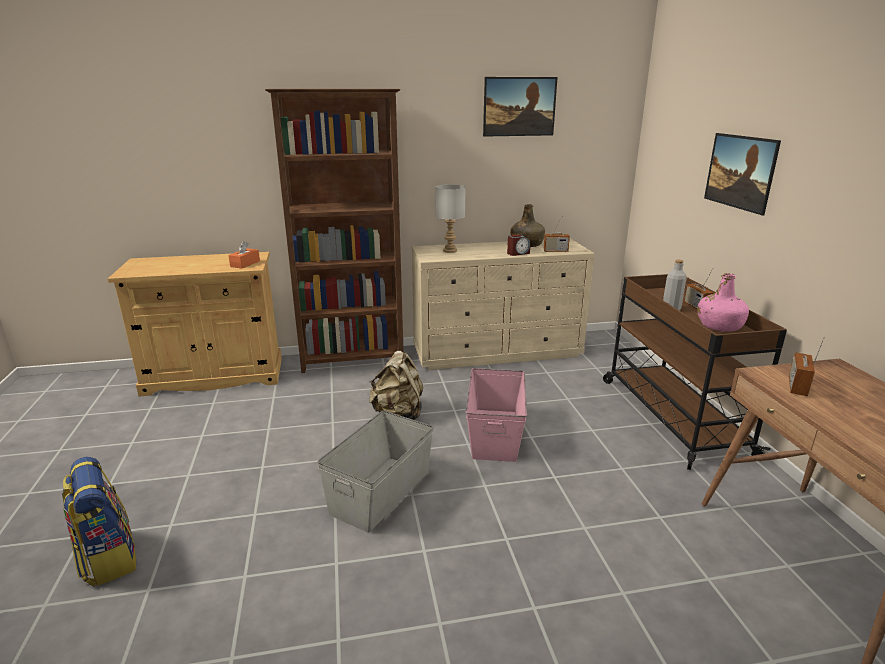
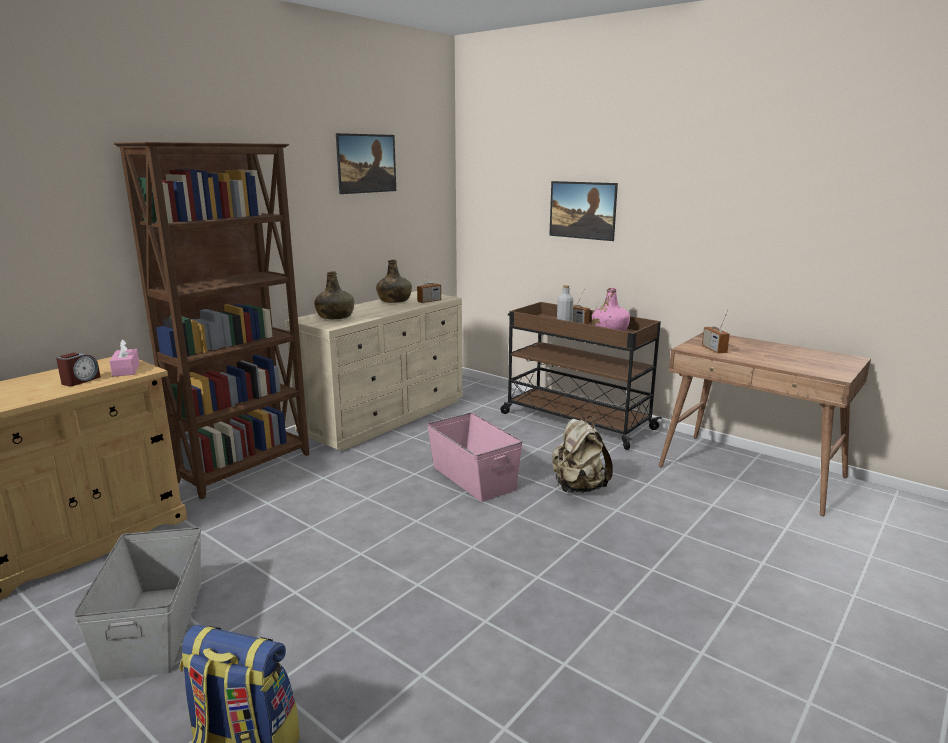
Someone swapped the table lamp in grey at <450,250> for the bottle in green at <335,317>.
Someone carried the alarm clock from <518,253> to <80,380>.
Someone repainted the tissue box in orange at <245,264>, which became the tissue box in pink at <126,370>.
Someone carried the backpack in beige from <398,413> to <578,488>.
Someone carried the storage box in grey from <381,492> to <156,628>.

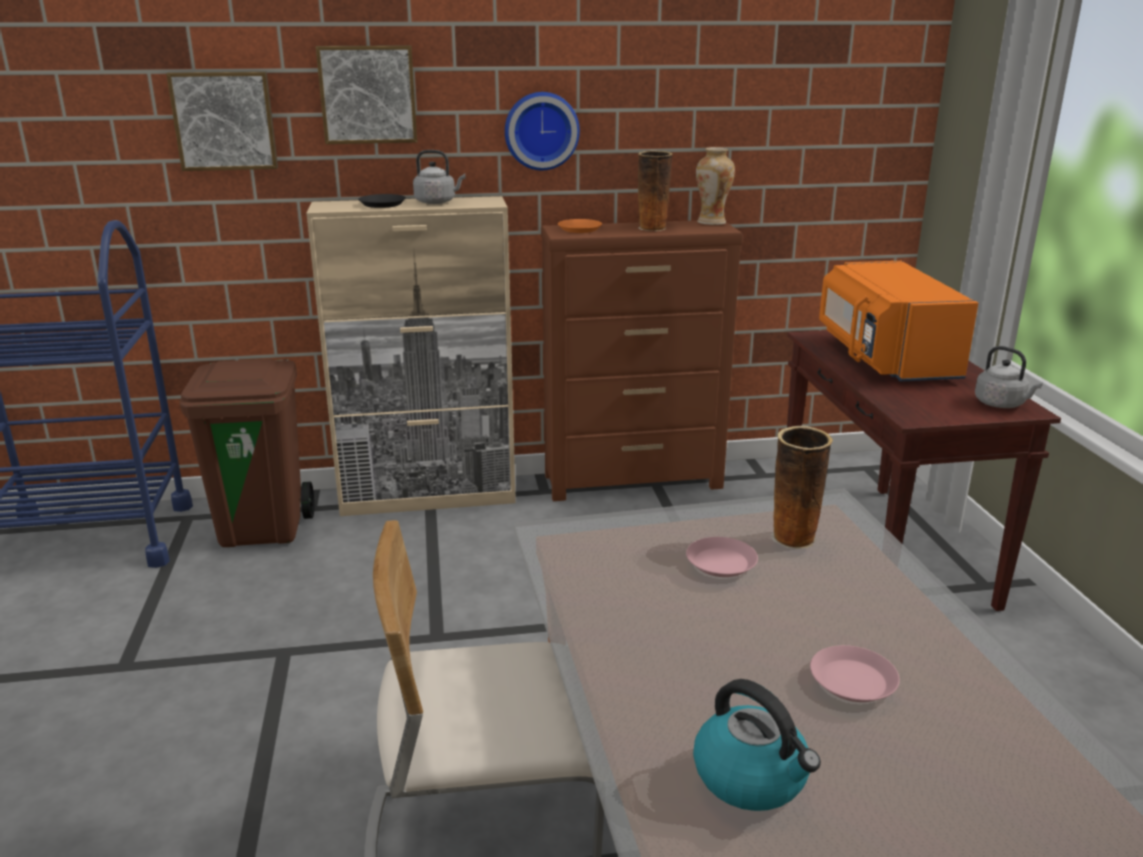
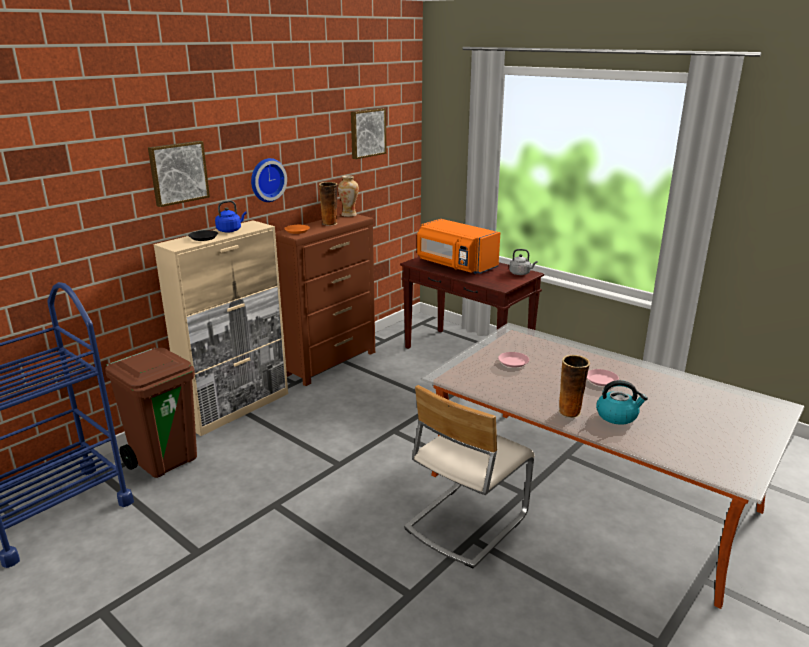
Someone carried the picture from <224,121> to <367,133>.
Someone repainted the kettle in grey at <437,202>, which became the kettle in blue at <230,230>.
Someone carried the vase from <794,539> to <570,412>.

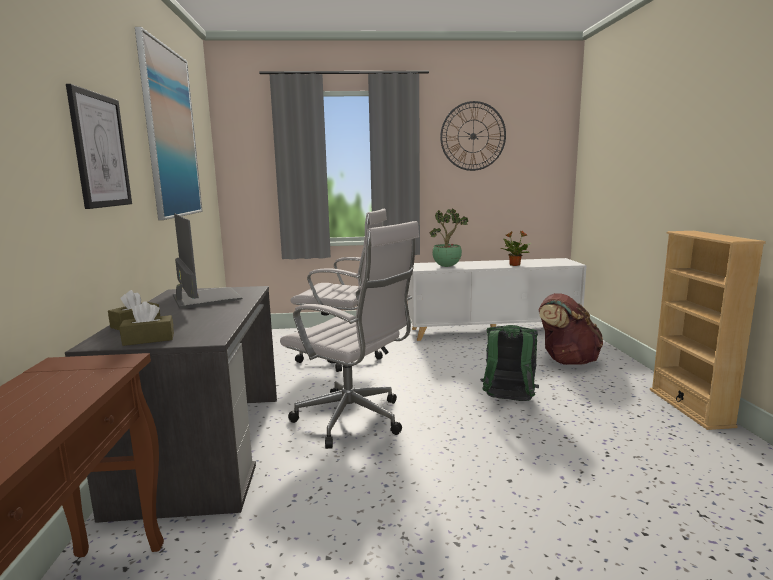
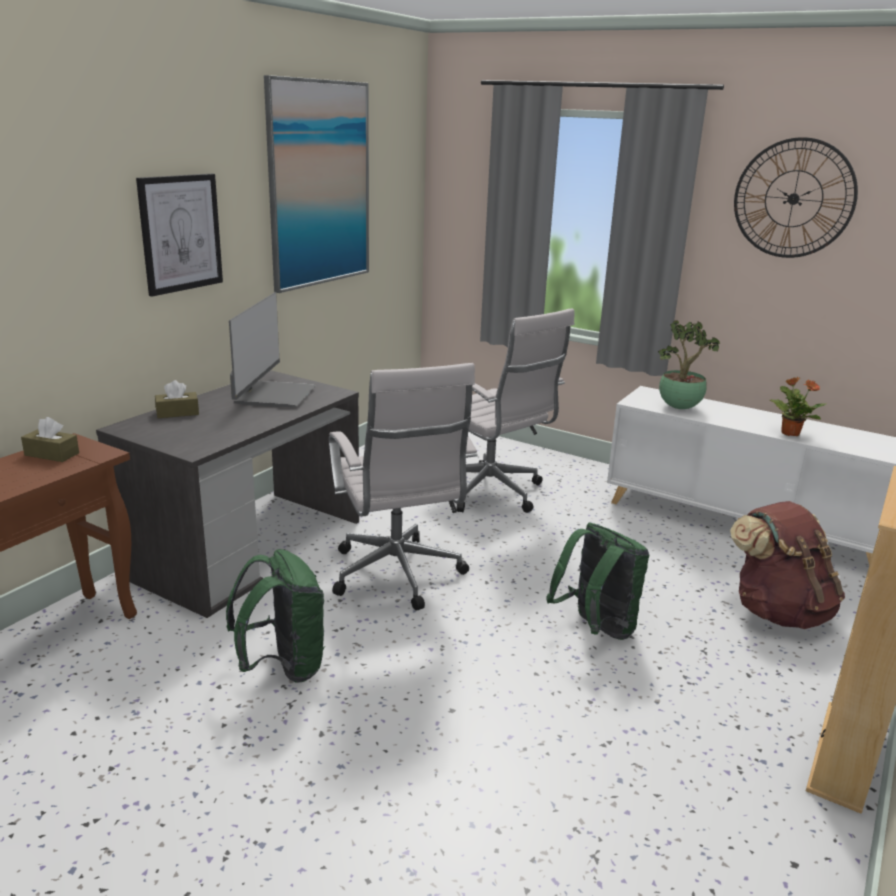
Someone carried the tissue box in brown from <149,339> to <52,454>.
Someone put down the backpack in green at <283,666>.

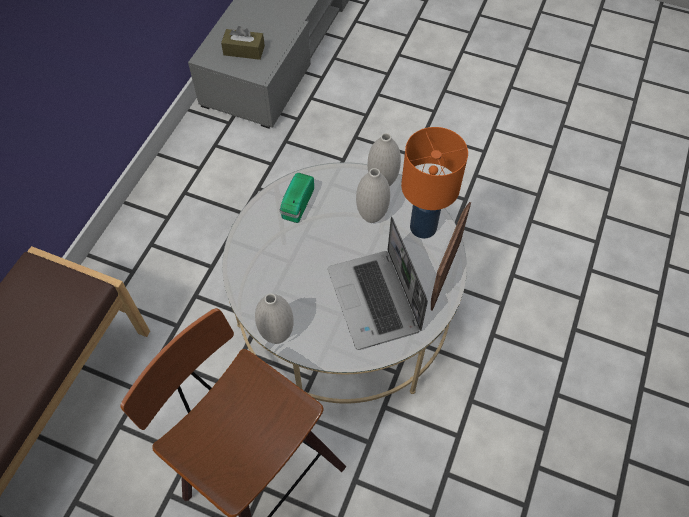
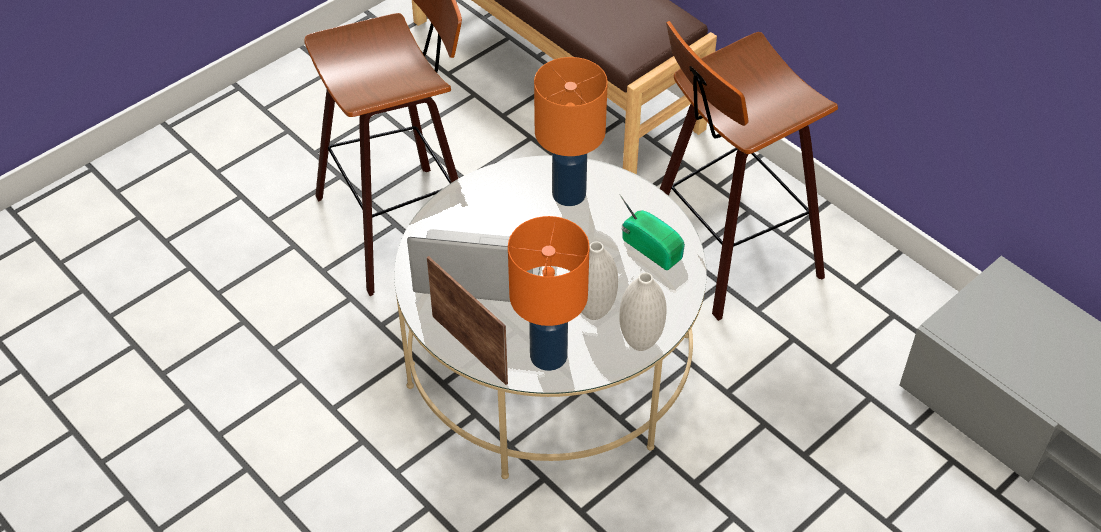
Someone took away the tissue box in brown at <244,50>.
Someone took away the vase in white at <277,335>.
Someone put down the stool at <726,255>.
Someone put down the table lamp in orange at <568,195>.

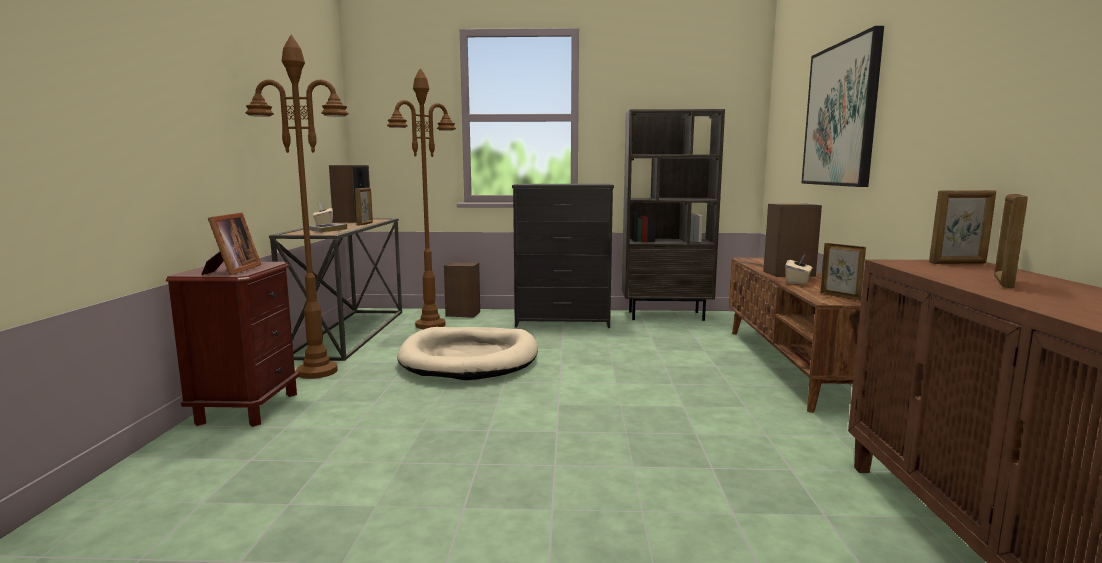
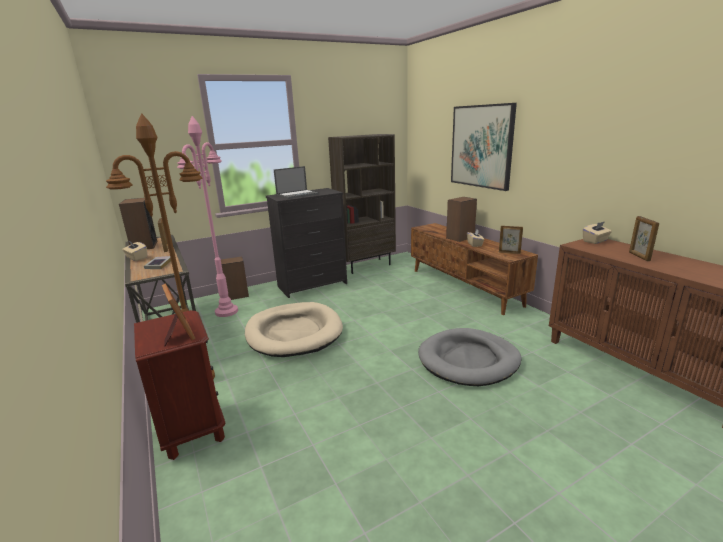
Someone repainted the floor lamp in brown at <430,325>, which became the floor lamp in pink at <226,311>.
Someone swapped the picture frame at <958,263> for the tissue box in beige at <595,241>.
Someone put down the laptop at <298,194>.
Someone put down the dog bed in grey at <468,360>.

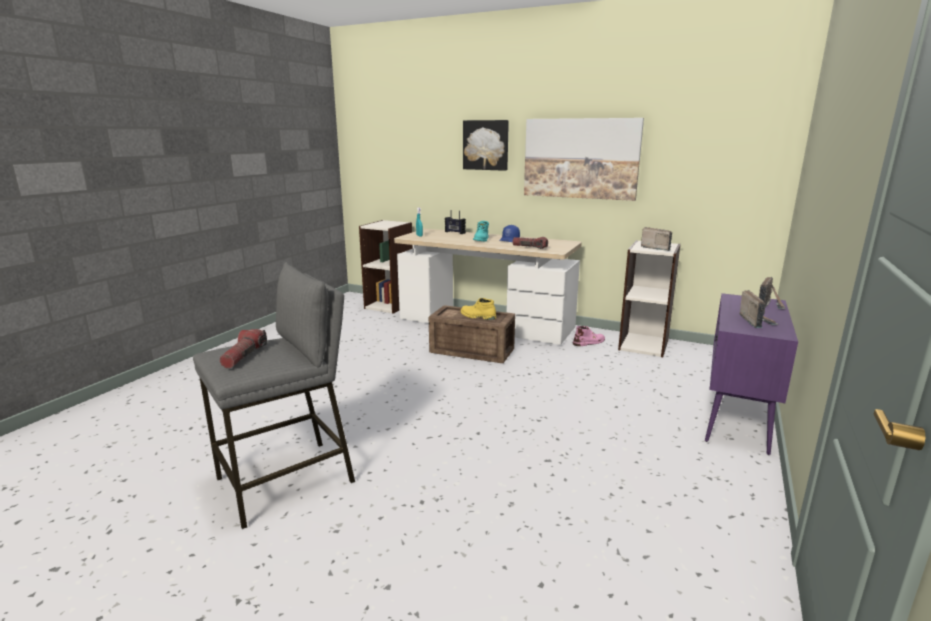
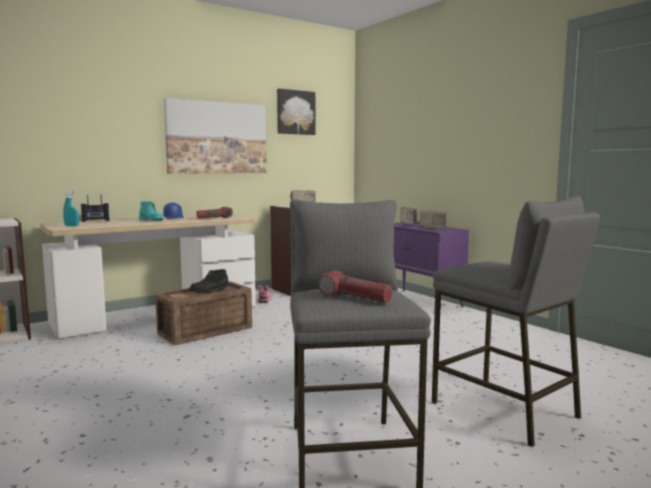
Someone carried the picture from <486,145> to <295,112>.
Someone repainted the boot in yellow at <477,316>, which became the boot in black at <209,291>.
Someone put down the stool in grey at <504,410>.

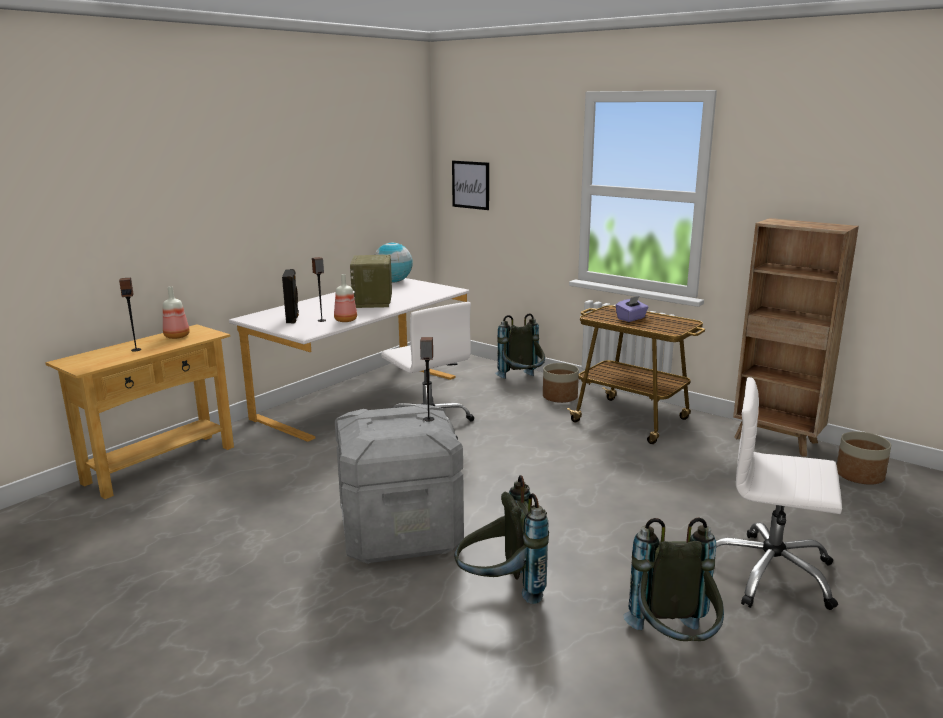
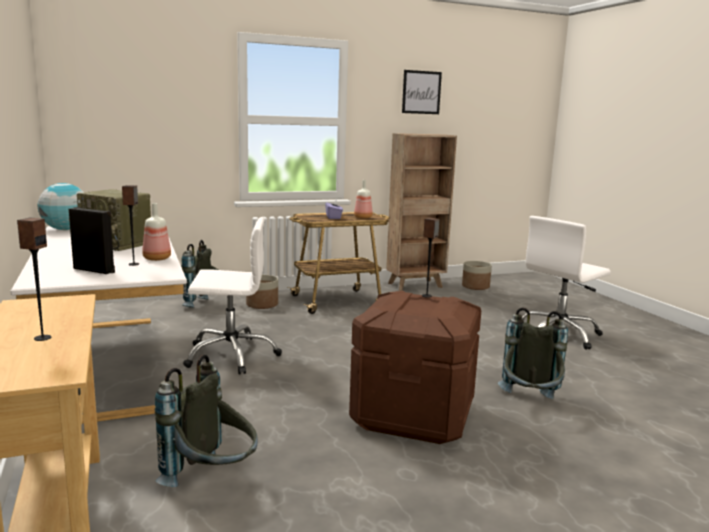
Someone carried the picture from <470,185> to <421,92>.
Someone carried the bottle from <178,336> to <363,217>.
Someone repainted the storage box in grey at <401,532>, which became the storage box in brown at <412,415>.
Someone carried the backpack in grey from <674,645> to <212,480>.

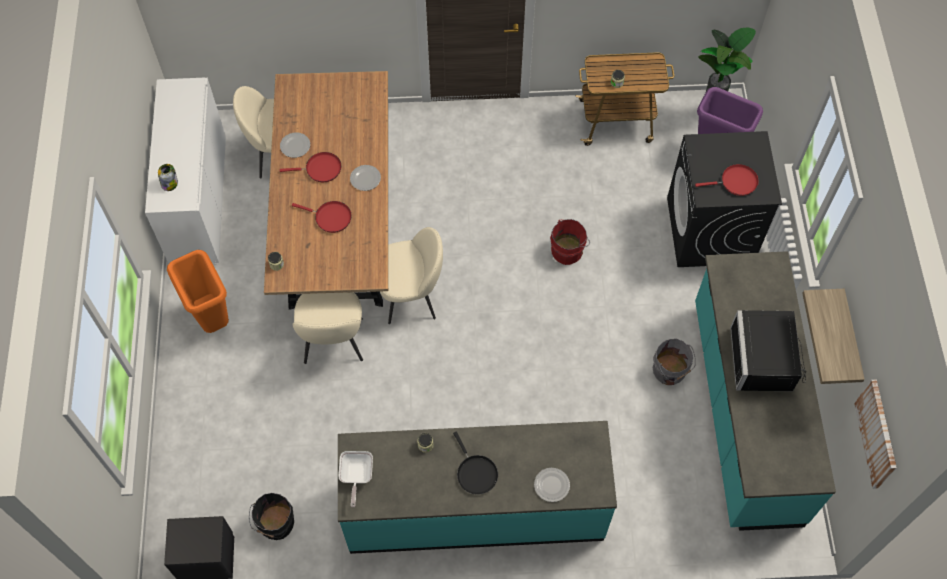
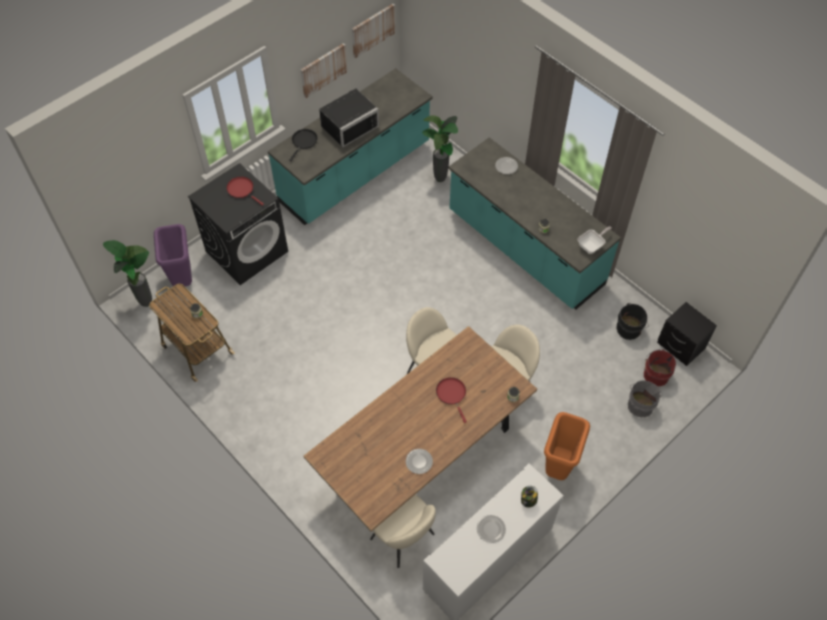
Someone took away the frying pan in red at <320,169>.
Someone carried the plate from <365,179> to <491,529>.
Someone carried the bucket in red from <568,250> to <654,374>.
Someone swapped the shelf at <849,340> for the picture at <323,70>.
Someone carried the bucket in grey from <670,371> to <640,404>.
Someone carried the frying pan in black from <475,473> to <303,142>.
Someone put down the potted plant at <440,180>.

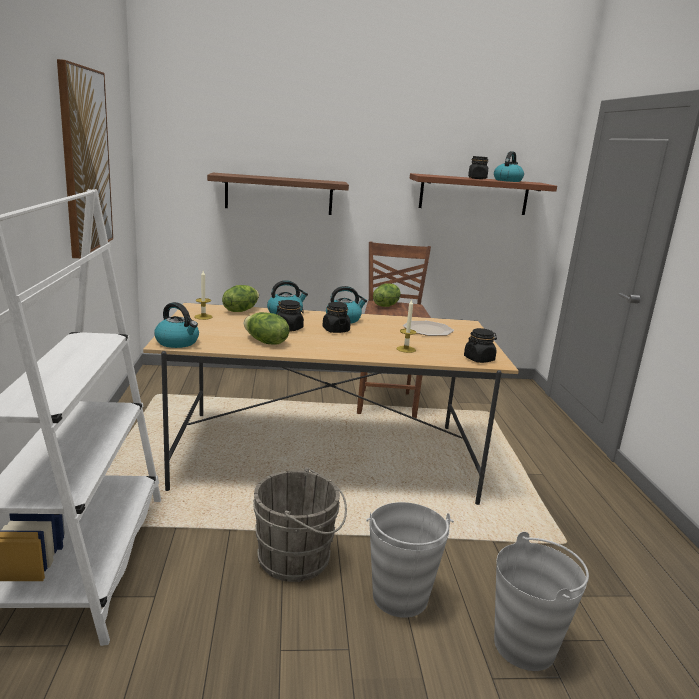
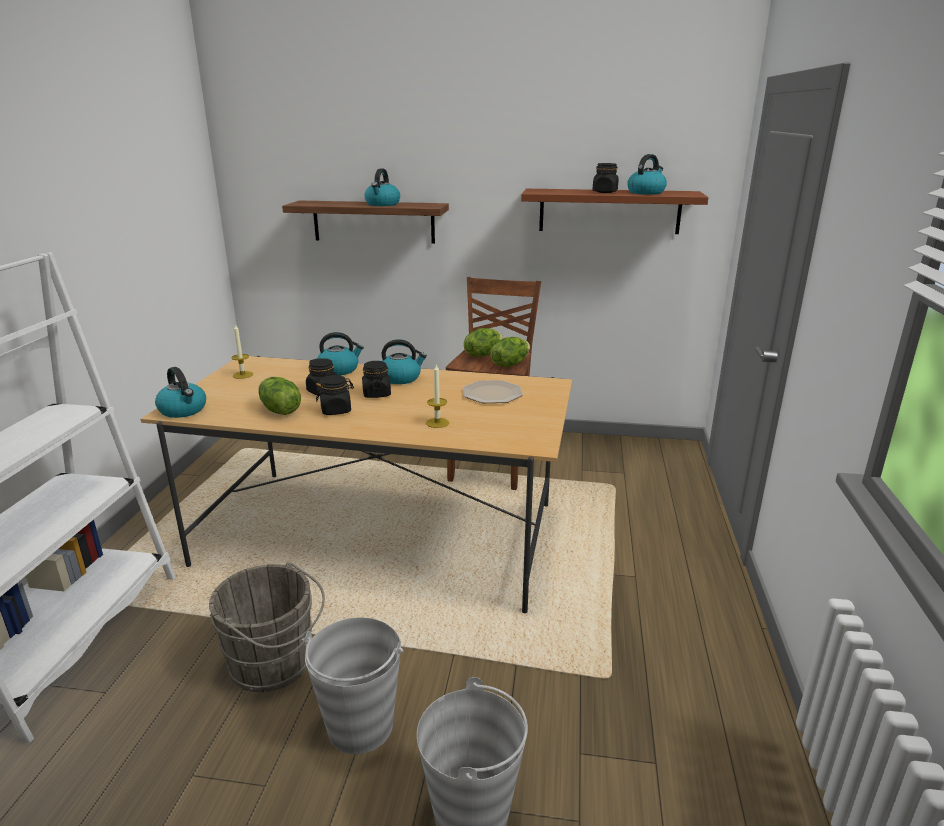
Someone took away the picture at <85,161>.
Someone carried the lettuce from <240,310> to <509,364>.
Someone carried the jar in black from <479,359> to <336,410>.
Someone put down the kettle at <382,204>.

